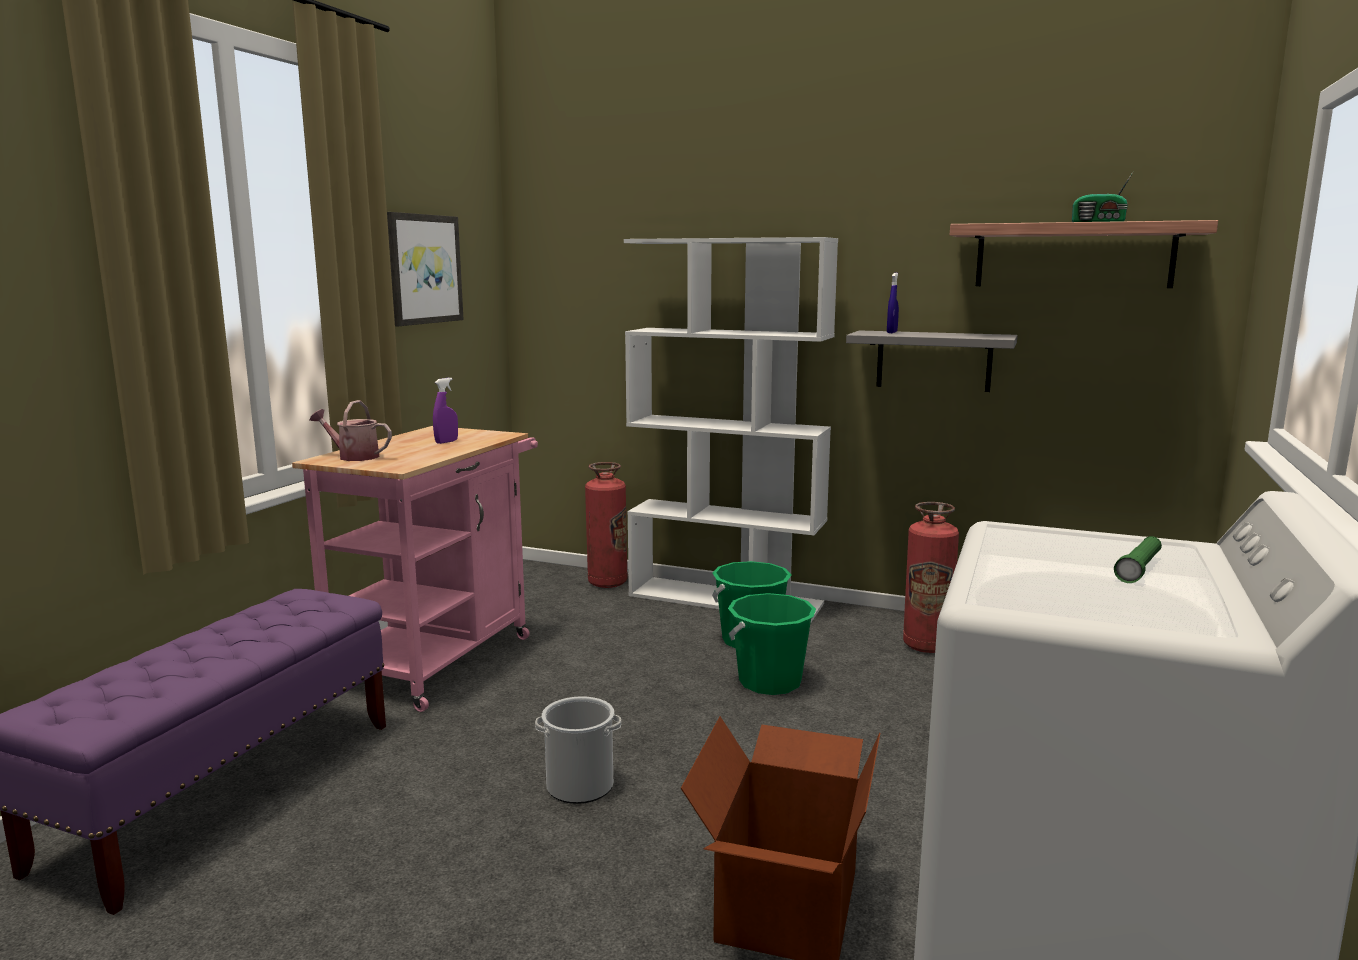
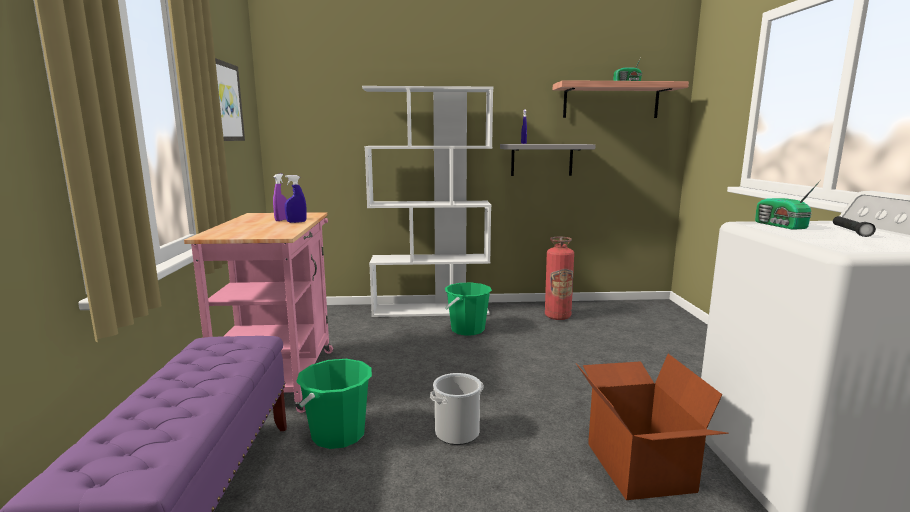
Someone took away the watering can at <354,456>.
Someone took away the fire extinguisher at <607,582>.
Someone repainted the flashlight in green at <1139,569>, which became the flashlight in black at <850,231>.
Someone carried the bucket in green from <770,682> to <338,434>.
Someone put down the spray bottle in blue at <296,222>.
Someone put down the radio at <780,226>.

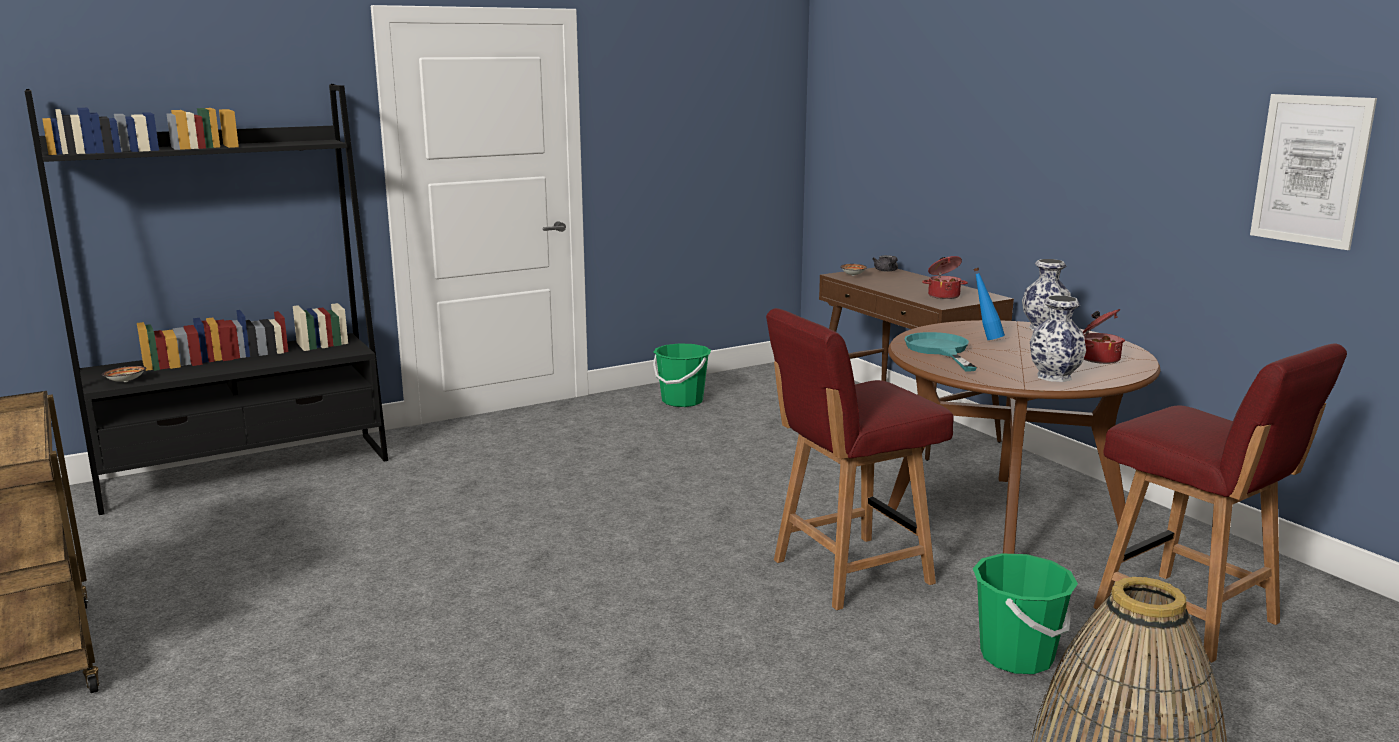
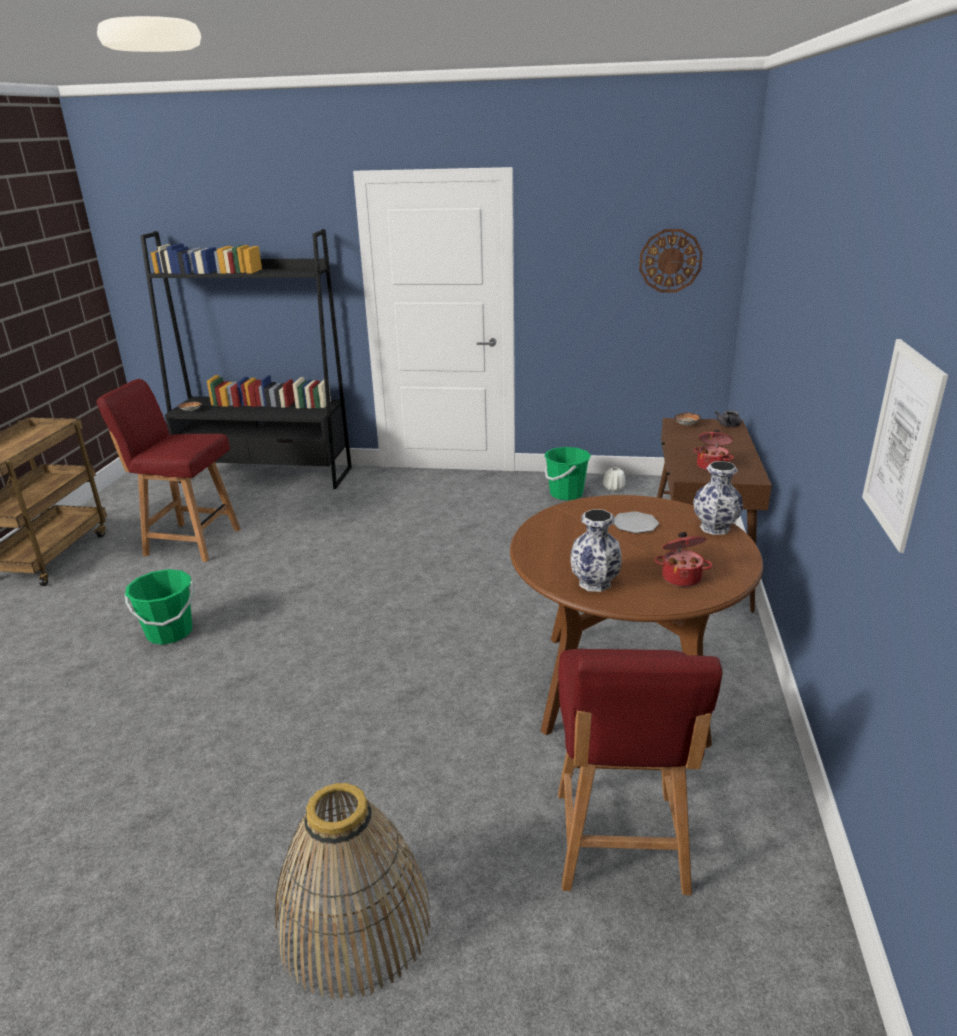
Someone swapped the bottle in blue at <985,339> for the plate at <635,524>.
Someone carried the chair in red from <848,572> to <190,542>.
Someone took away the frying pan in turquoise at <940,350>.
Someone carried the bucket in green from <1016,656> to <170,632>.
Someone put up the wall clock at <670,260>.
Someone put down the vase in white at <614,488>.

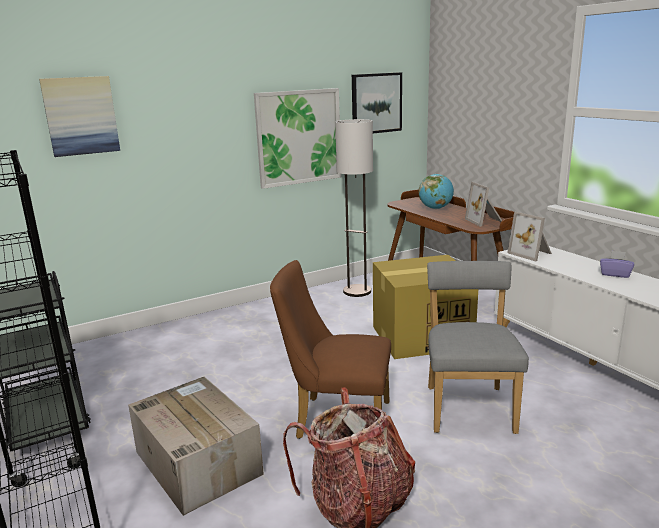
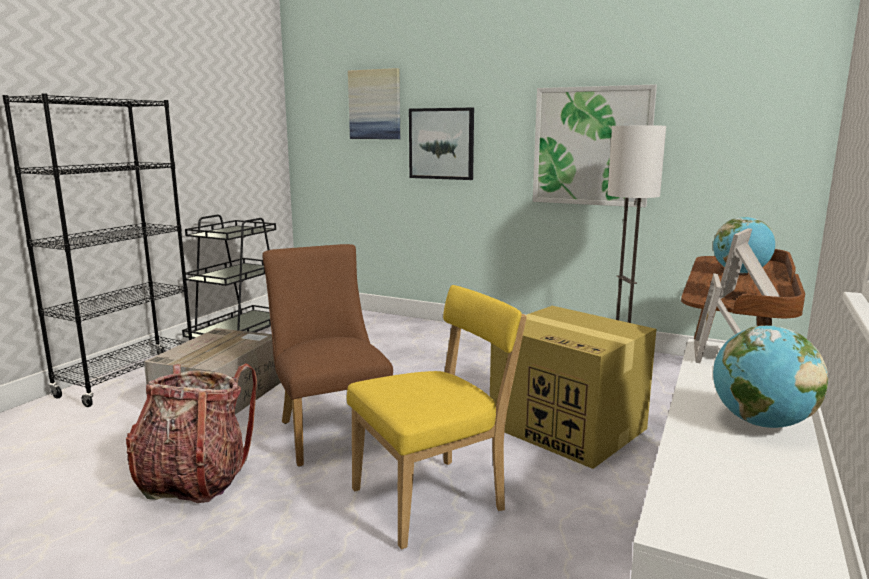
Someone carried the picture from <376,103> to <441,143>.
Someone swapped the tissue box in purple at <615,274> for the globe at <760,423>.
Someone repainted the chair in grey at <468,406>, which became the chair in yellow at <434,498>.

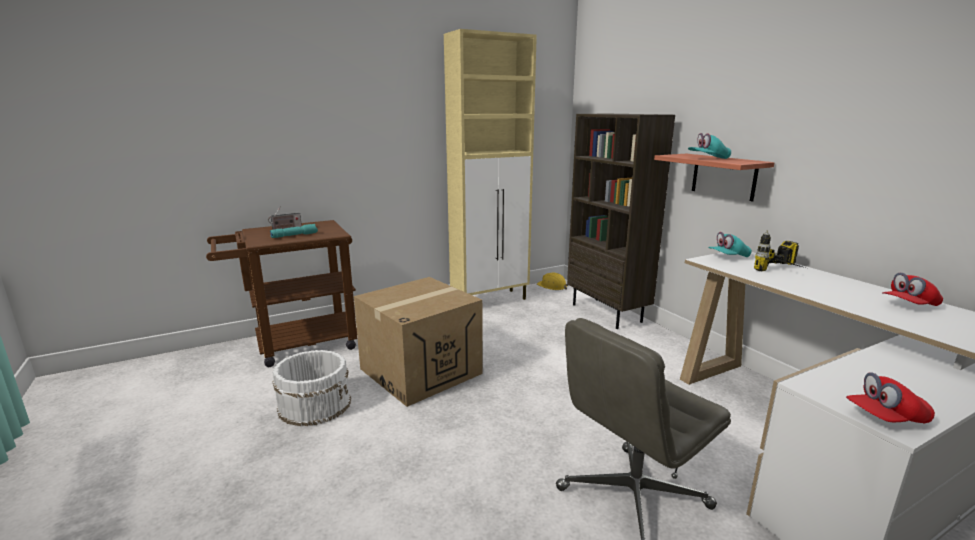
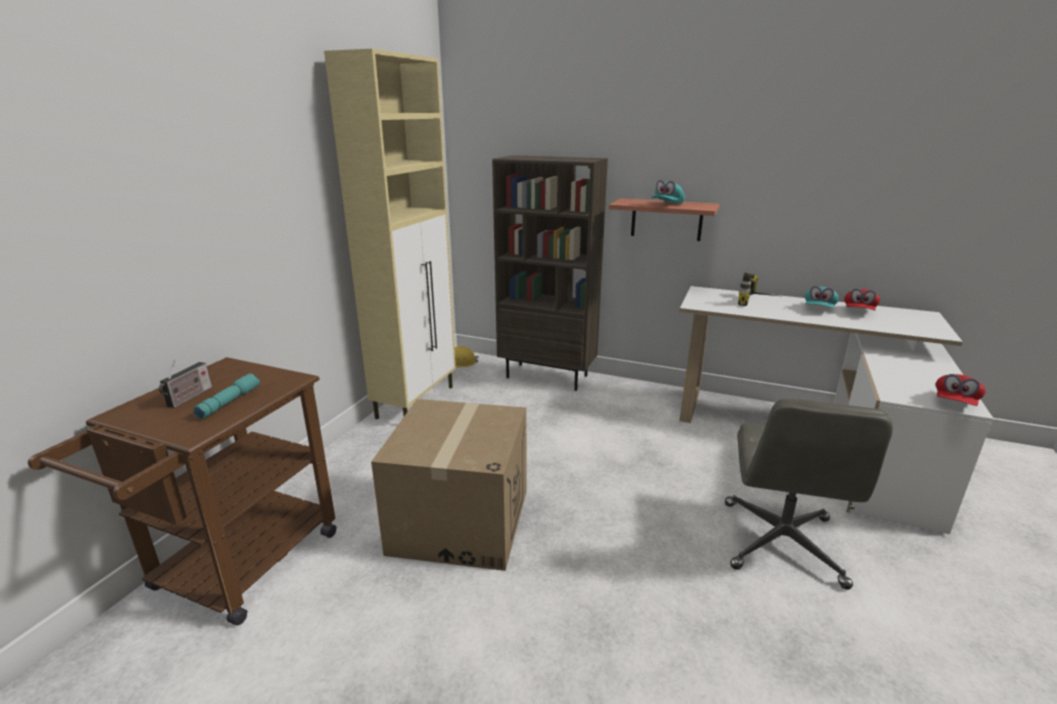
Someone carried the cap in turquoise from <728,257> to <818,309>.
Someone took away the bucket in white at <315,404>.

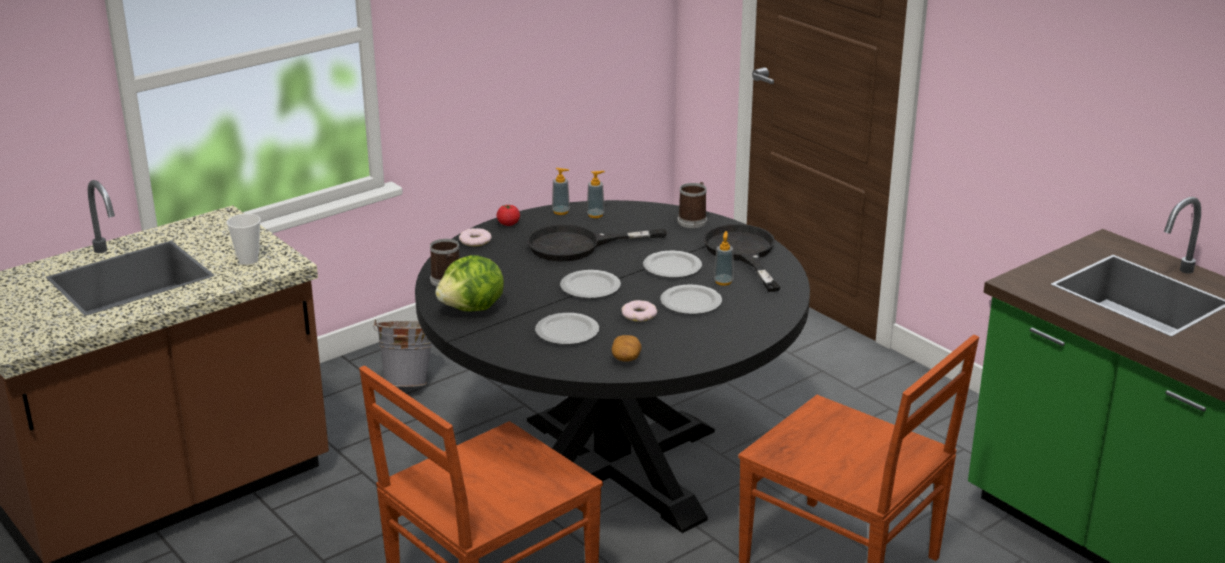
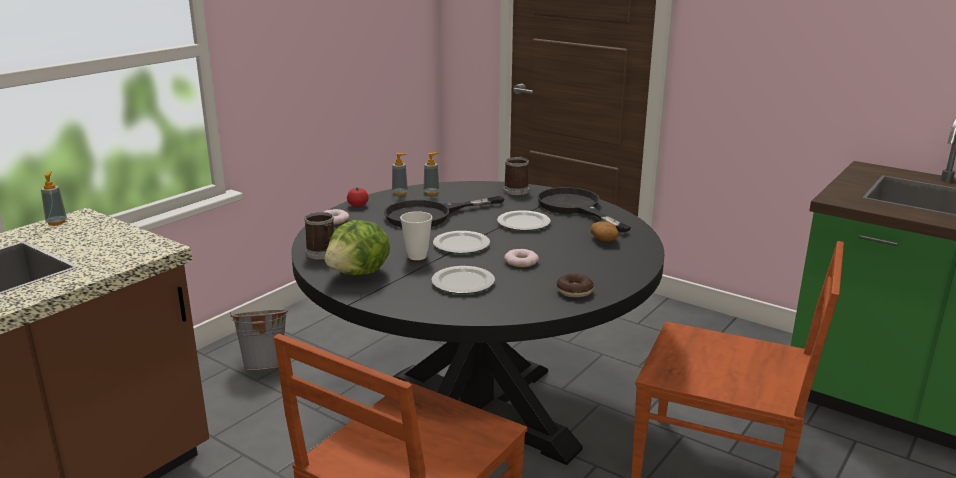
Someone carried the cup from <248,260> to <417,256>.
Someone carried the soap dispenser from <723,281> to <57,222>.
Someone took away the plate at <690,302>.
Someone carried the potato from <626,358> to <604,240>.
Someone put down the donut at <574,291>.

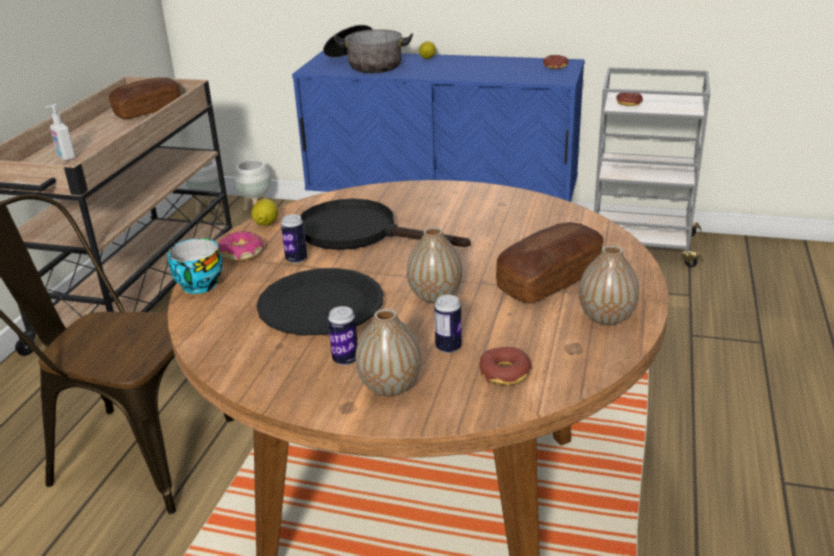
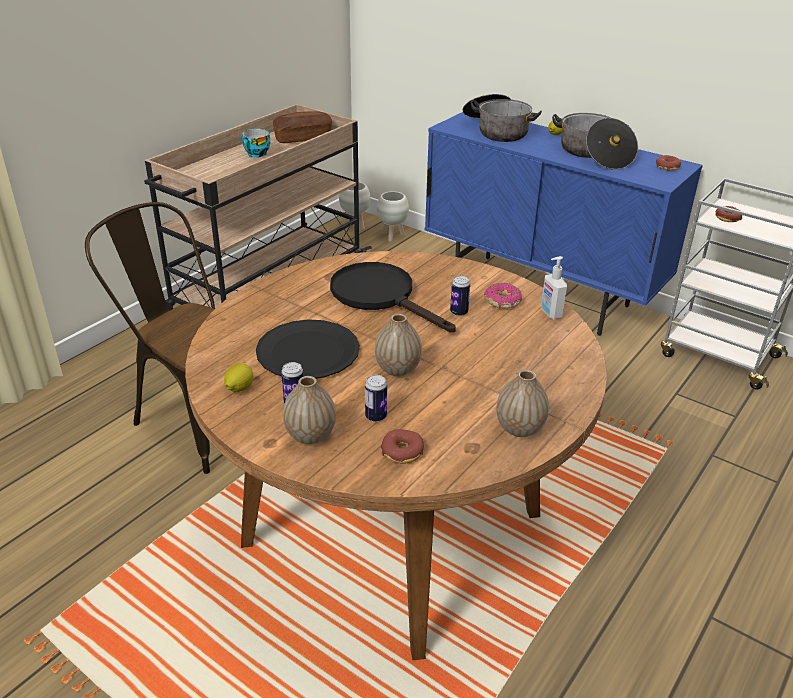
Someone carried the soap dispenser from <66,158> to <550,313>.
Someone carried the lemon from <266,224> to <239,388>.
Someone carried the can from <296,259> to <459,312>.
Someone took away the bread at <549,281>.
Someone carried the donut from <241,253> to <502,301>.
Someone carried the cup from <197,284> to <256,153>.
Someone put down the cooking pot at <593,154>.

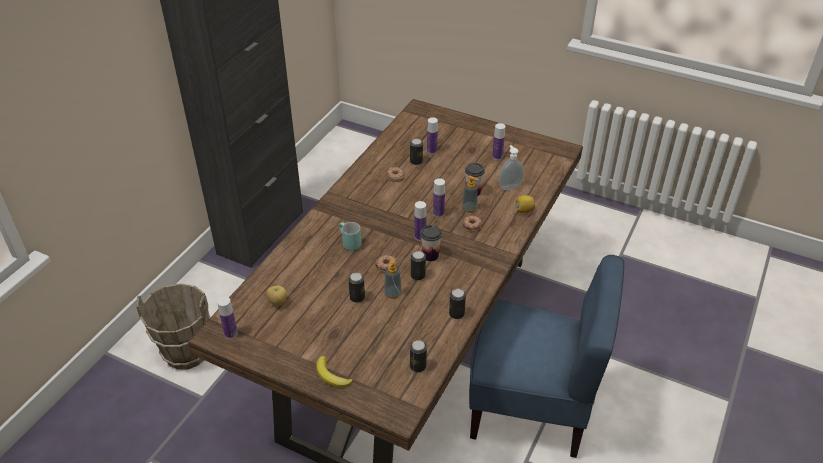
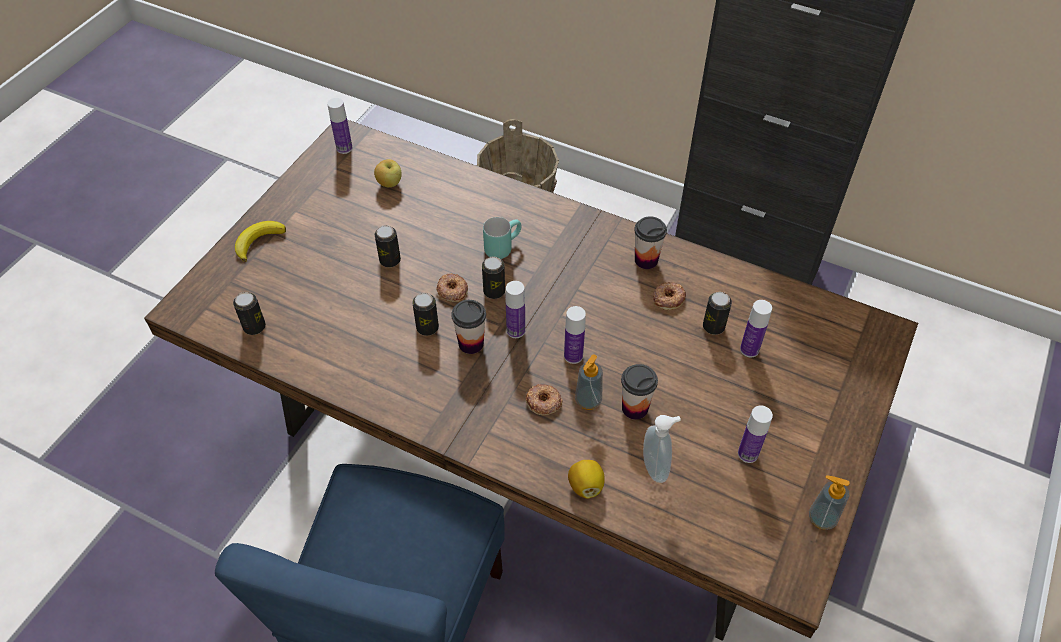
Someone carried the soap dispenser from <393,293> to <822,518>.
Someone carried the can from <456,314> to <494,291>.
Someone put down the cup at <646,260>.

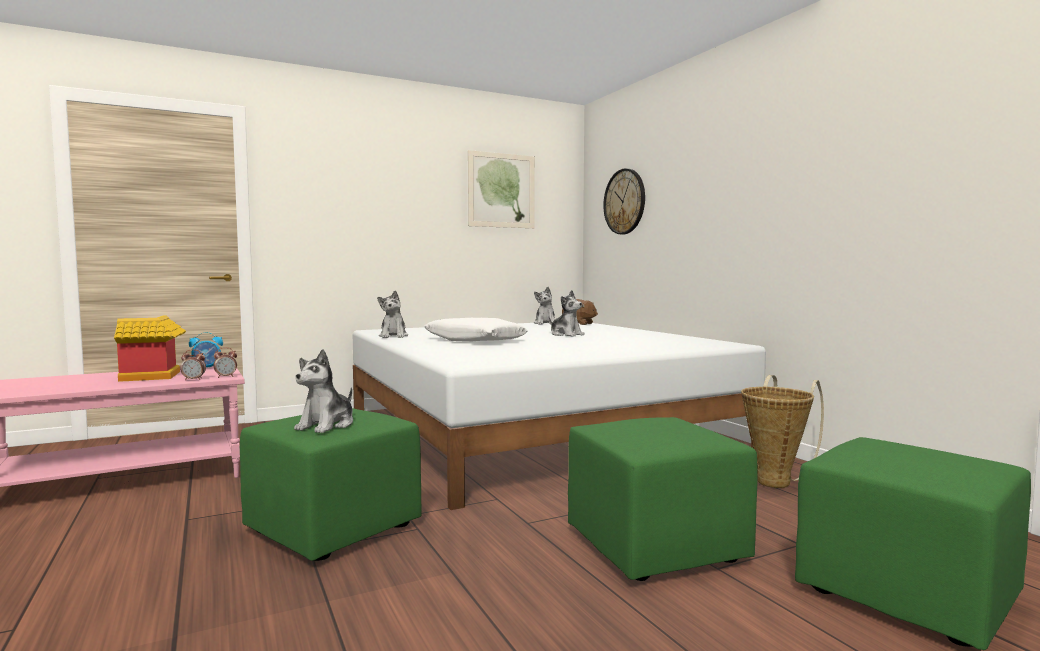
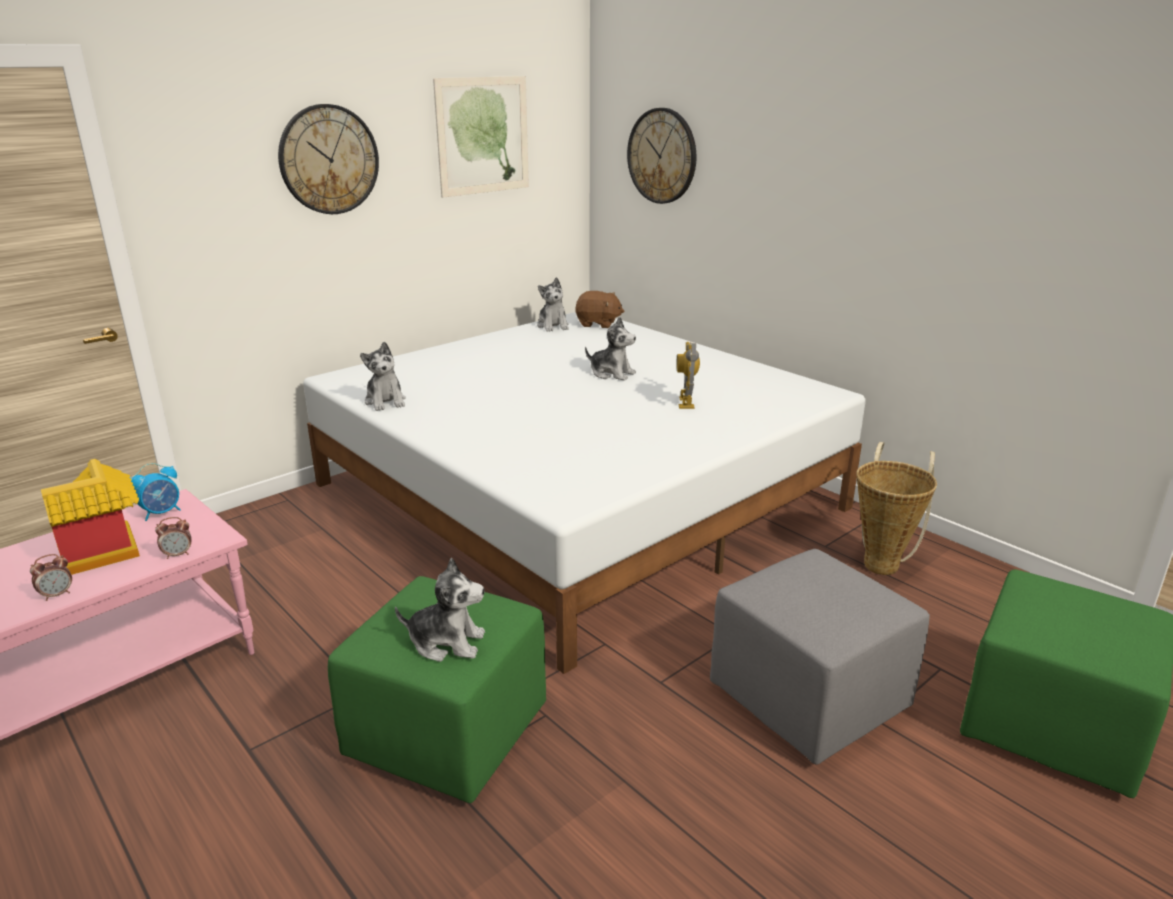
Someone took away the pillow in white at <475,340>.
Someone carried the alarm clock from <226,377> to <57,595>.
Someone rotated the plush toy at <327,425> by 90 degrees counterclockwise.
Someone repainted the ottoman in green at <657,547>, which became the ottoman in grey at <810,700>.
Someone put up the wall clock at <329,160>.
Someone put down the toy robot at <686,403>.

